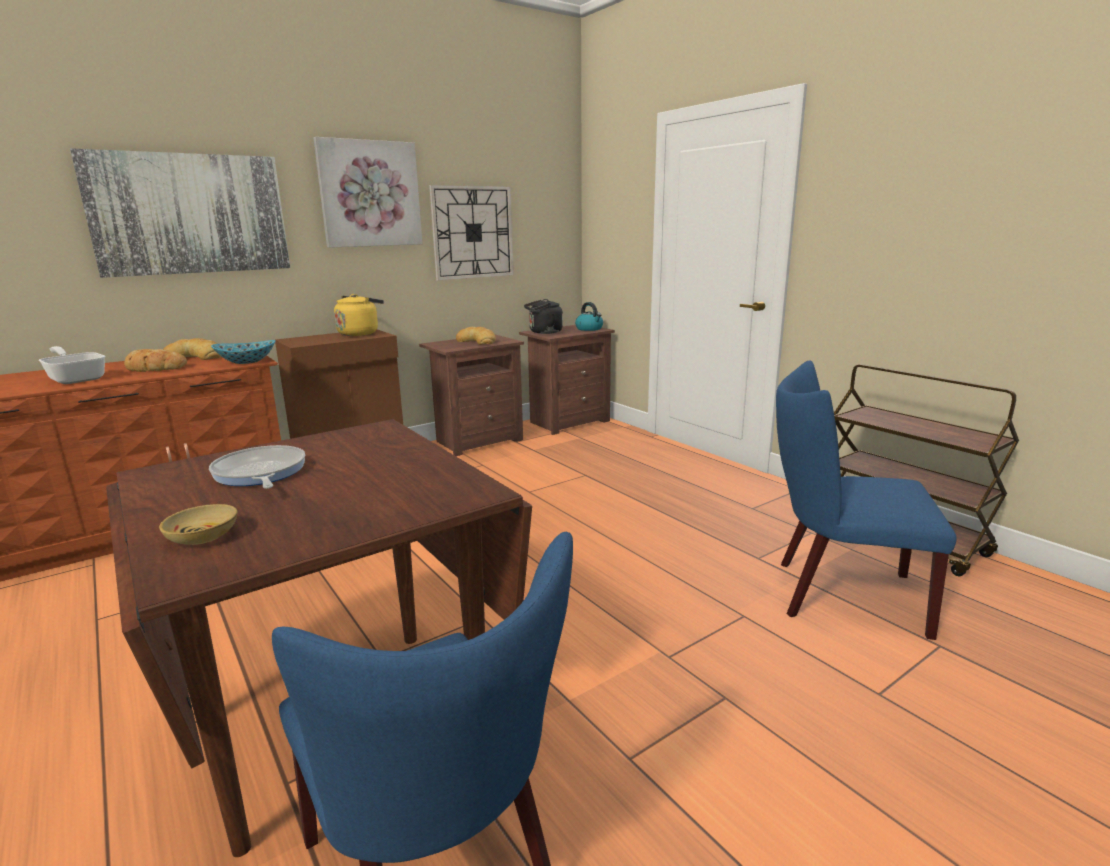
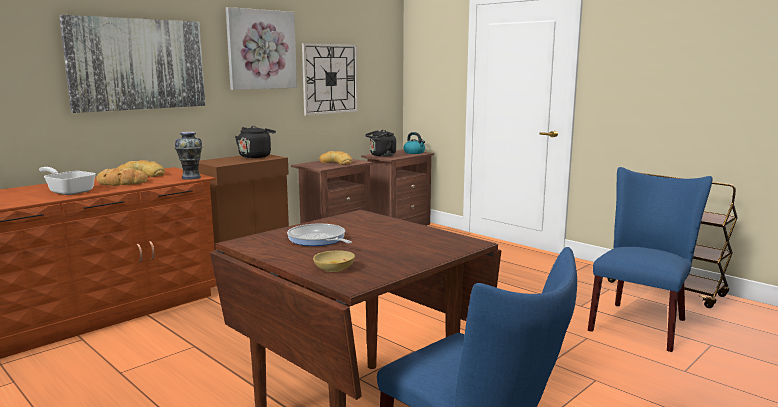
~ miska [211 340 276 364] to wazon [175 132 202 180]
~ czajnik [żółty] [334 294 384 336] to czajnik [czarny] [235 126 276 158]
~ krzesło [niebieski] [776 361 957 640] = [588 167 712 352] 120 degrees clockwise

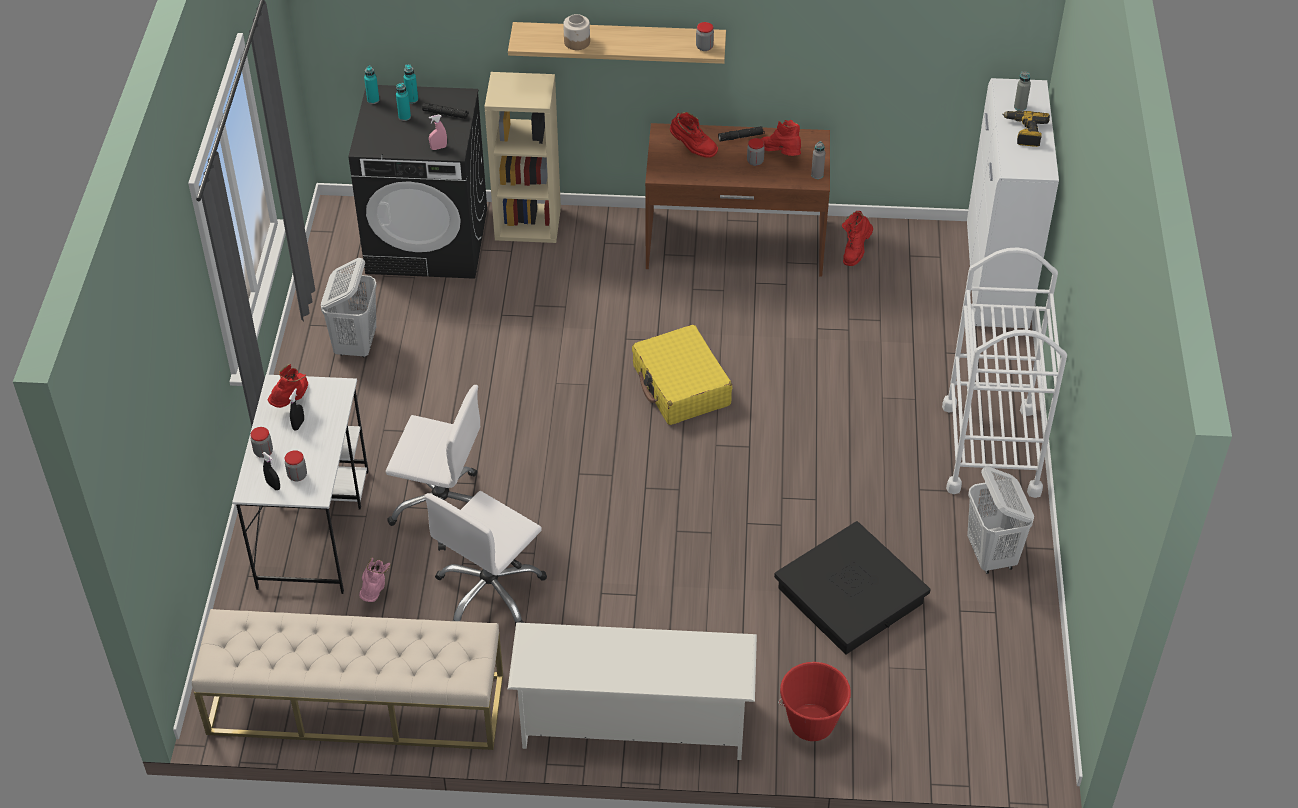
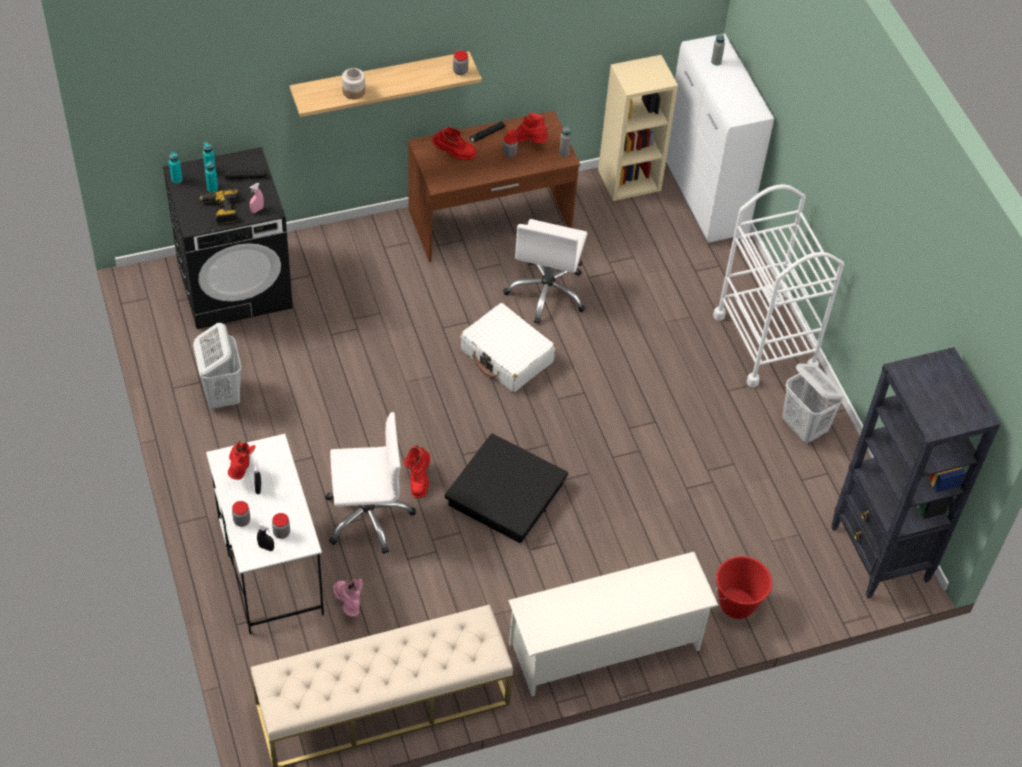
+ regał [czarny] [831 347 1000 598]
~ krzesło biurowe [biały] [424 491 547 625] to [504 219 587 324]
~ regał [beżowy] [484 72 561 243] to [598 55 678 201]
~ pojemnik do przechowywania [czarny] [774 521 931 655] to [445 433 568 543]
~ but z cholewką [czerwony] [842 211 873 266] to [403 445 430 498]
~ wiertarka [1002 110 1050 147] to [199 189 239 224]
~ walizka [żółty] [632 325 732 425] to walizka [biały] [460 303 555 392]

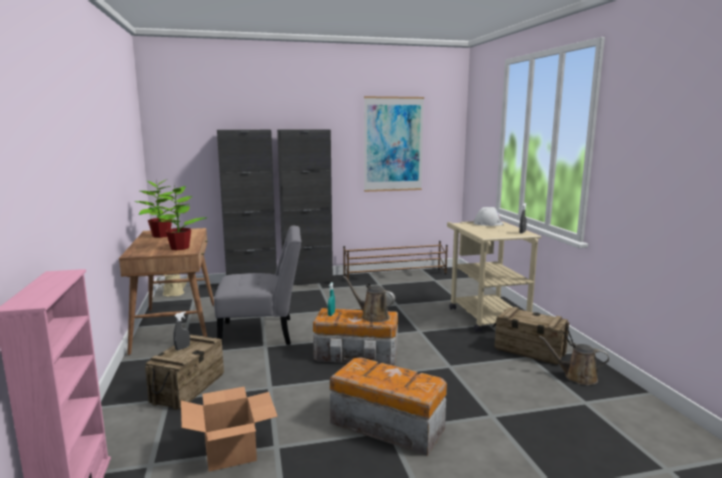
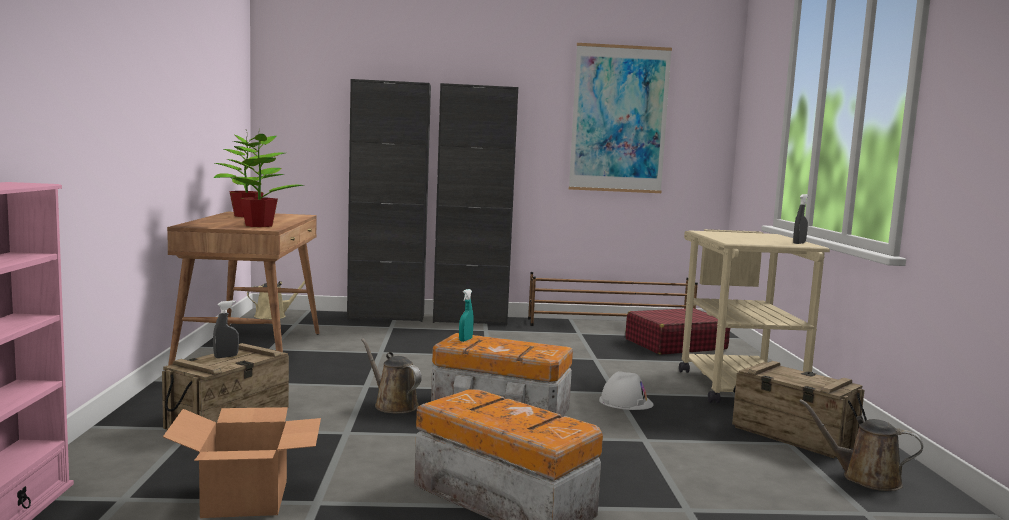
- krzesło [szary] [214 226 301 347]
+ walizka [czerwony] [625 308 731 355]
~ konewka [brązowy] [343 276 395 322] to [361 338 422 413]
~ kask [biały] [474 207 504 226] to [599 371 654 410]

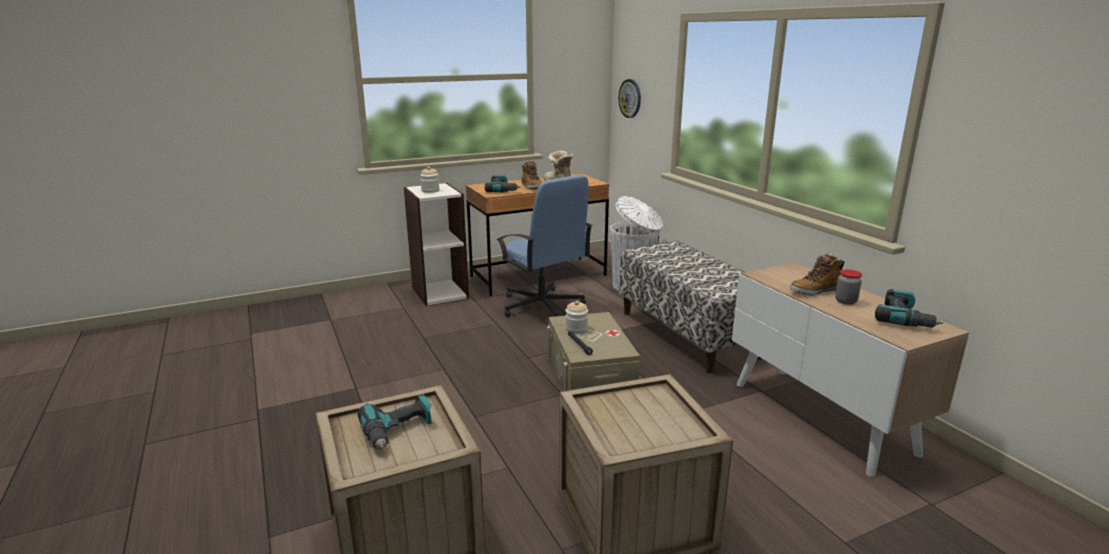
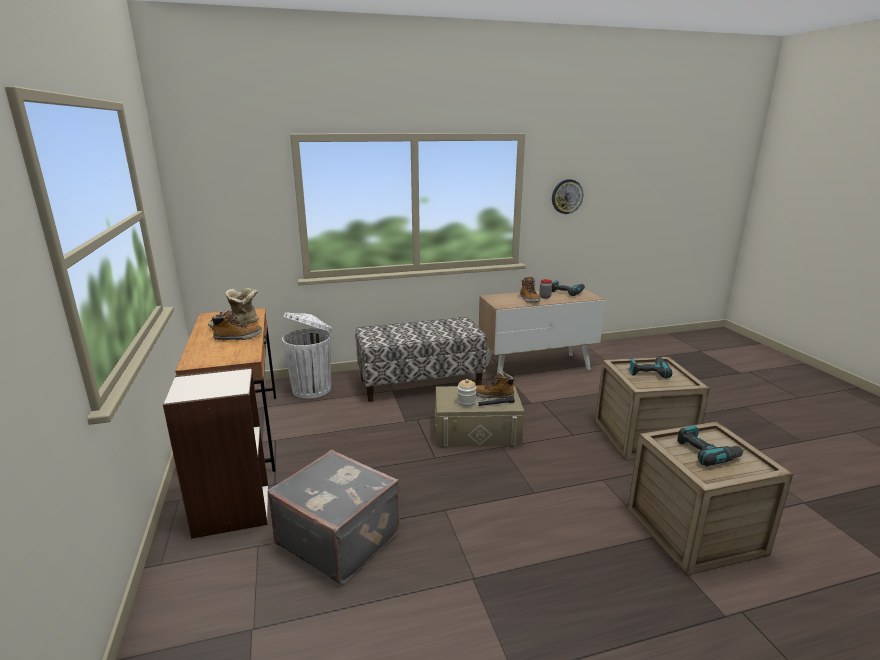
- słoik [420 166 440 193]
- krzesło biurowe [niebieski] [497 175 593 317]
+ walizka [szary] [268 450 400 585]
+ but z cholewką [476 371 514 399]
~ wiertarka [485 175 521 192] to [629 357 673 379]
~ zegar ścienny [618 79 641 118] to [552 179 583 214]

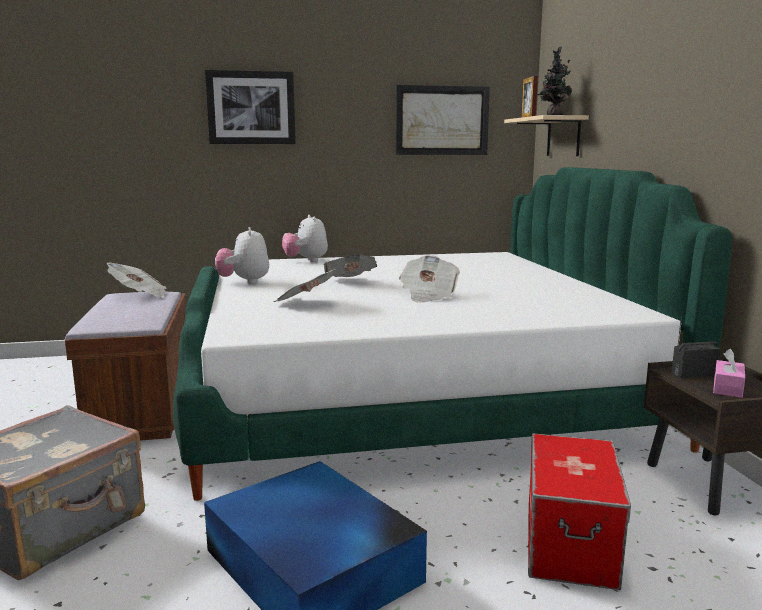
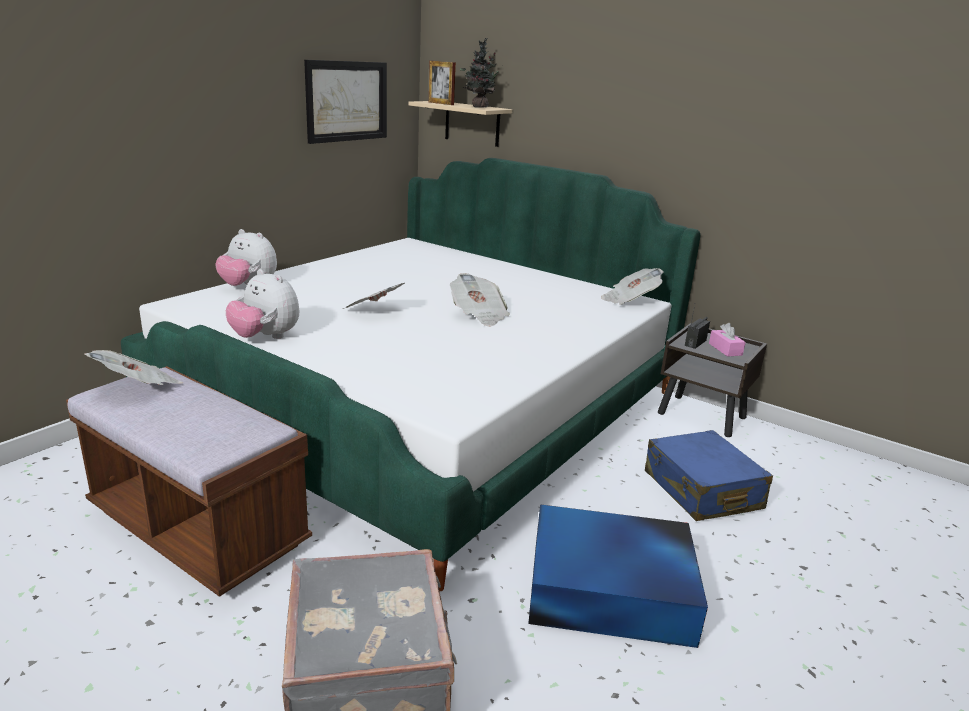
- obraz [205 70 296 144]
~ gazeta [274 269 339 302] to [601 268 664 305]
~ pojemnik do przechowywania [528 433 631 590] to walizka [niebieski] [645 430 773 521]

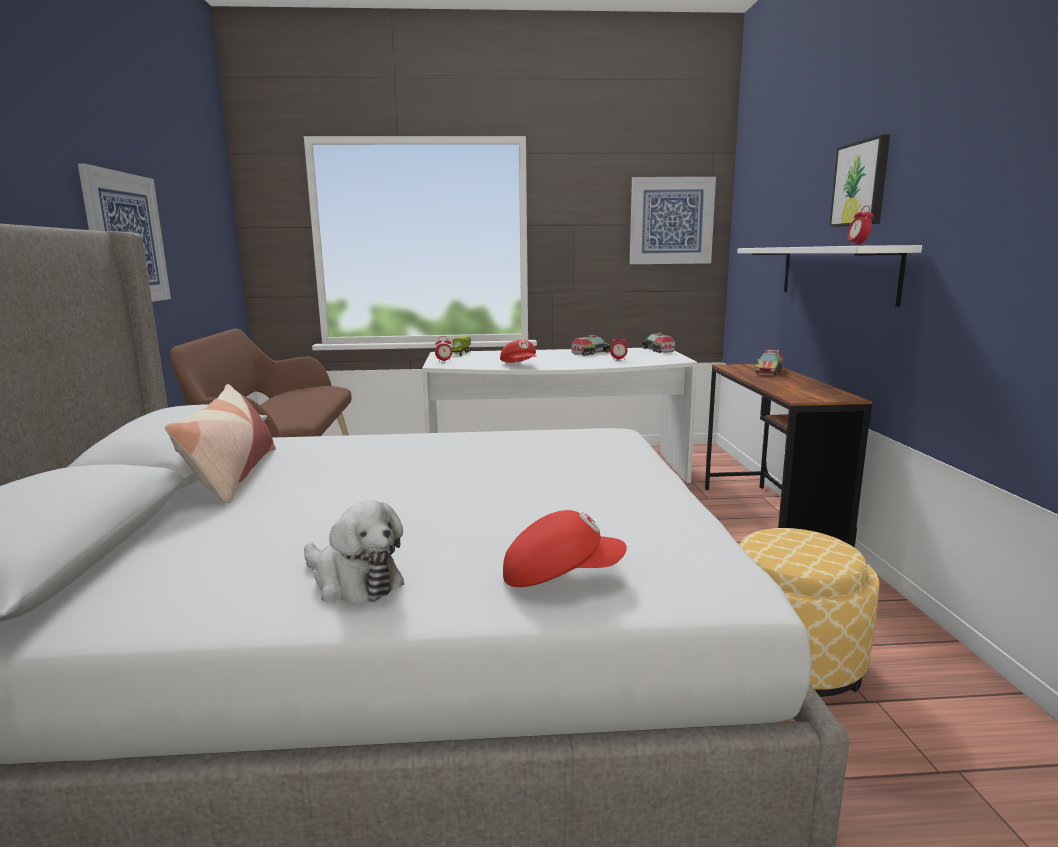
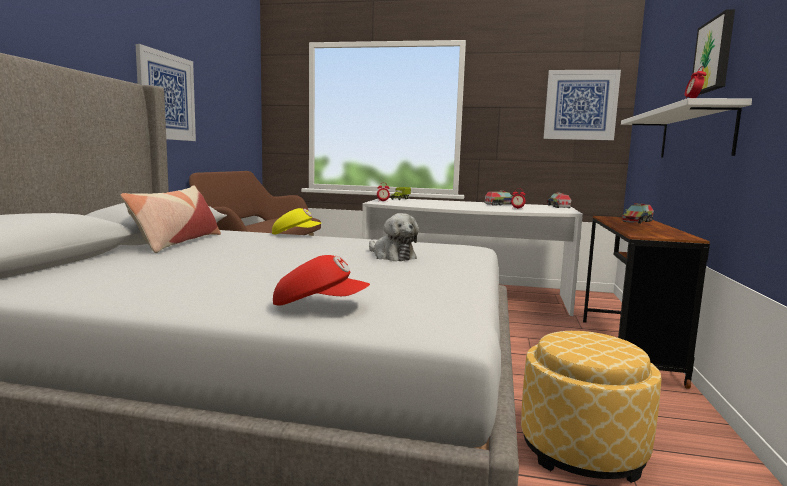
- czapka z daszkiem [czerwony] [500 340 536 363]
+ czapka z daszkiem [żółty] [272 208 321 235]
~ pluszak [304 501 404 604] to [369 213 419 261]

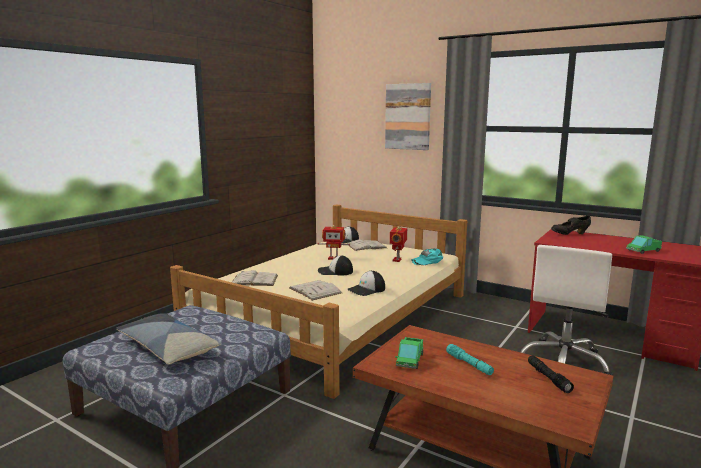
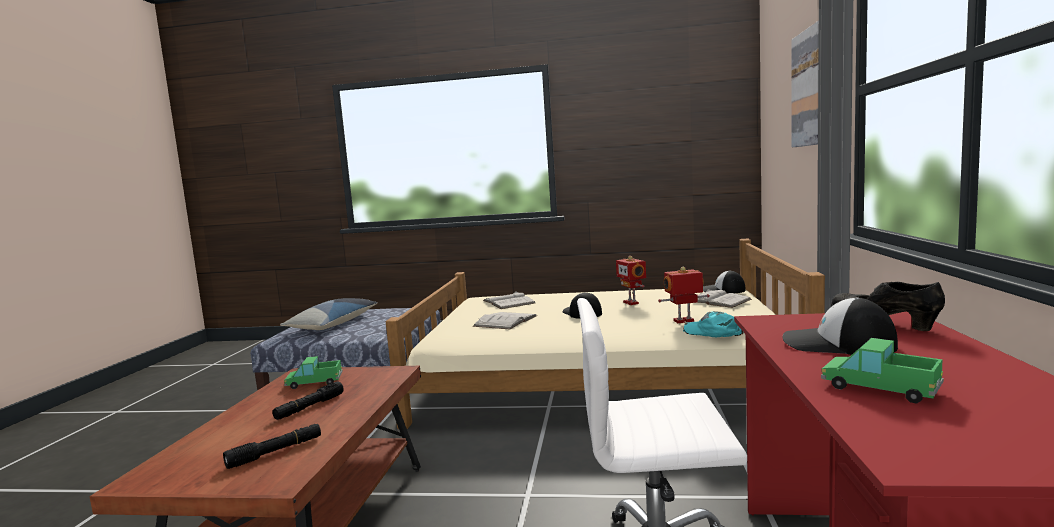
~ czapka z daszkiem [347 271 385 296] to [783 297 898 355]
~ latarka [turkusowy] [446 344 494 375] to latarka [czarny] [272 382 344 420]

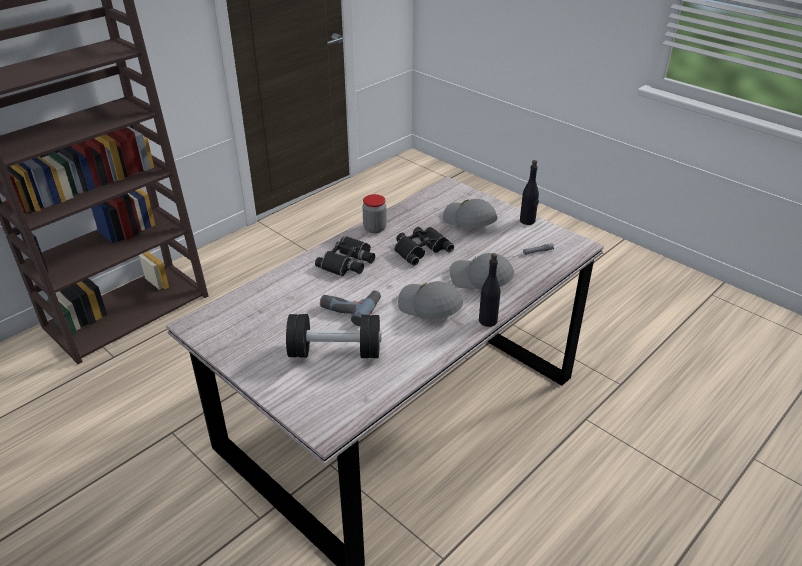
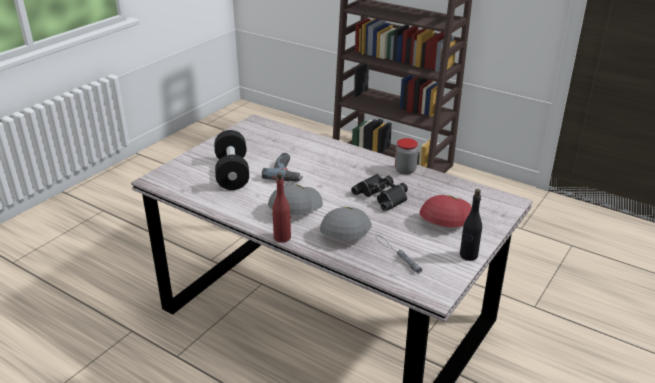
- lornetka [czarny] [315 236 375 276]
~ czapka z daszkiem [szary] [443 199 497 228] to czapka z daszkiem [czerwony] [419 195 472 227]
~ butelka [czarny] [479 253 500 327] to butelka [czerwony] [272 172 291 242]

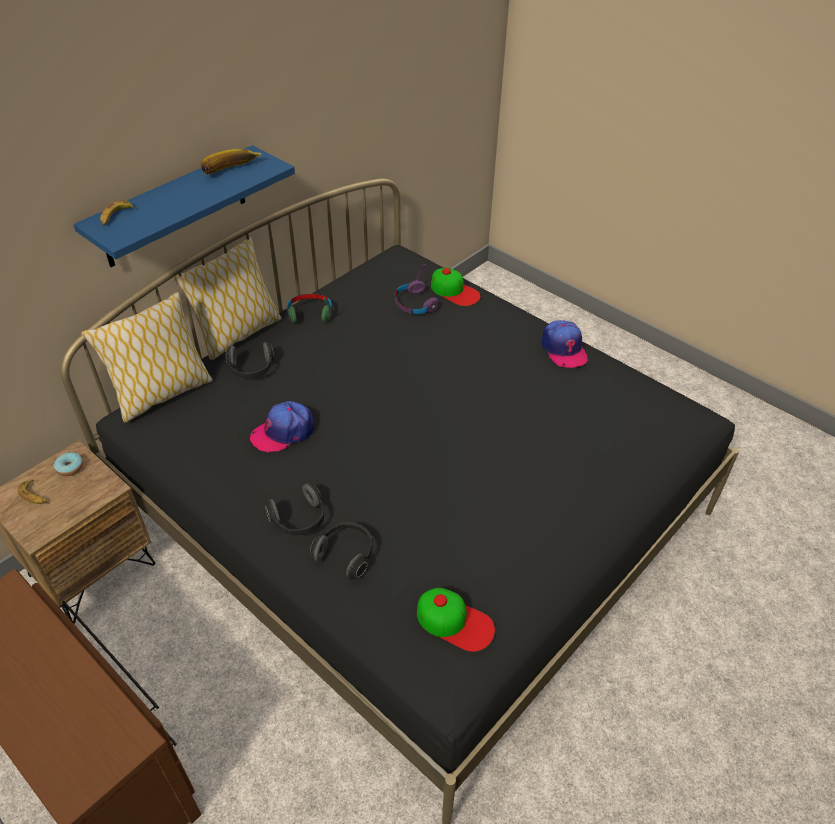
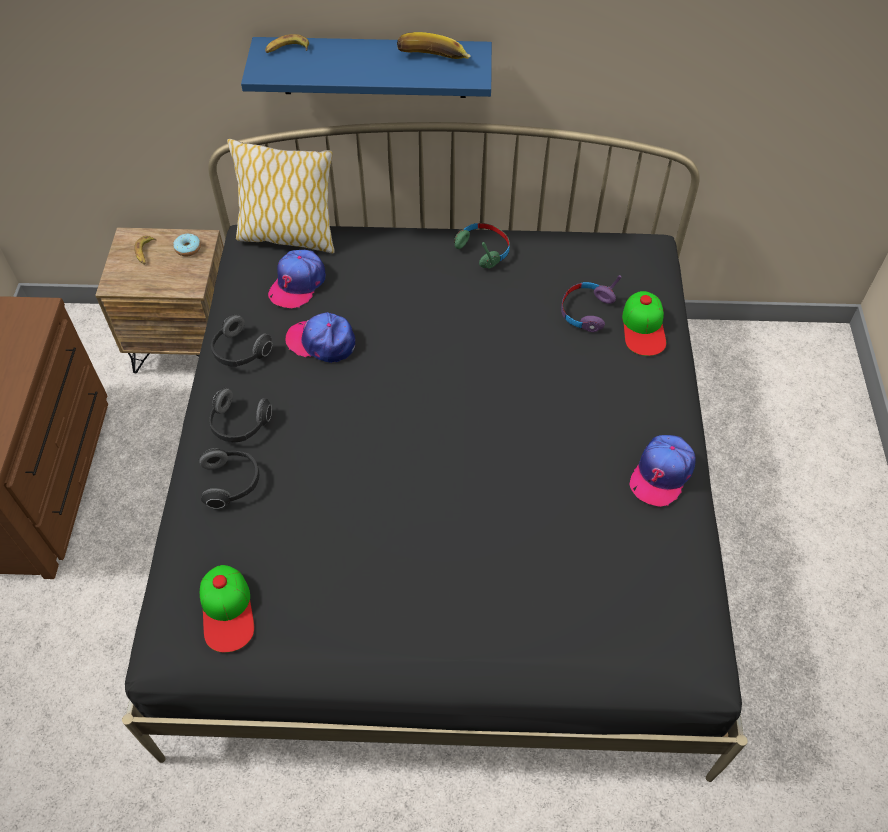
- poduszka [173 236 282 360]
+ czapka z daszkiem [268 250 326 308]
~ słuchawki [226 342 274 379] to [211 314 273 367]

